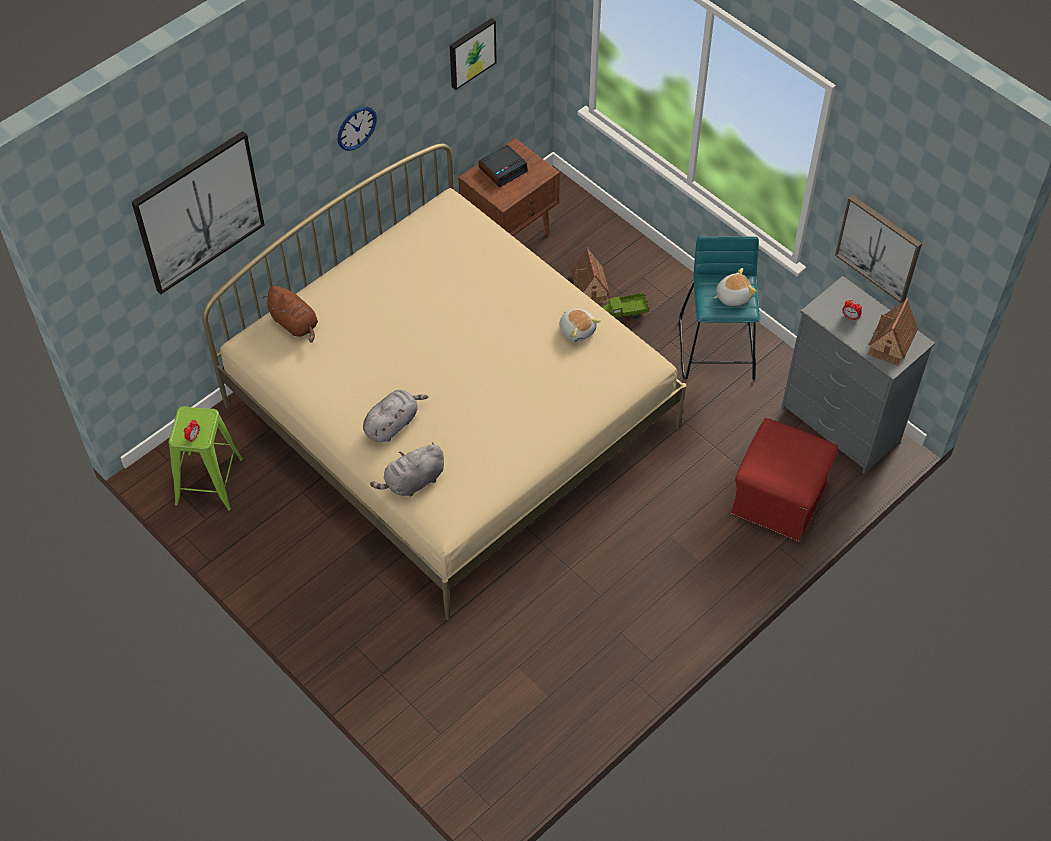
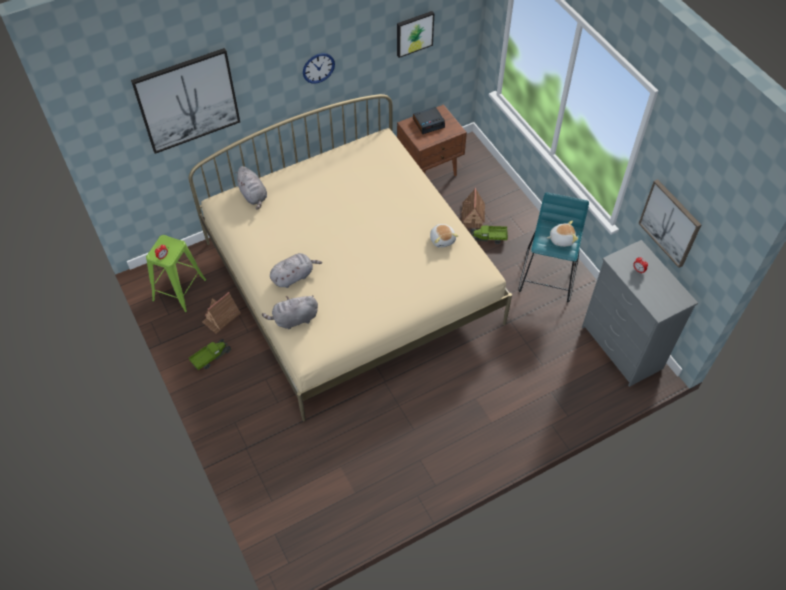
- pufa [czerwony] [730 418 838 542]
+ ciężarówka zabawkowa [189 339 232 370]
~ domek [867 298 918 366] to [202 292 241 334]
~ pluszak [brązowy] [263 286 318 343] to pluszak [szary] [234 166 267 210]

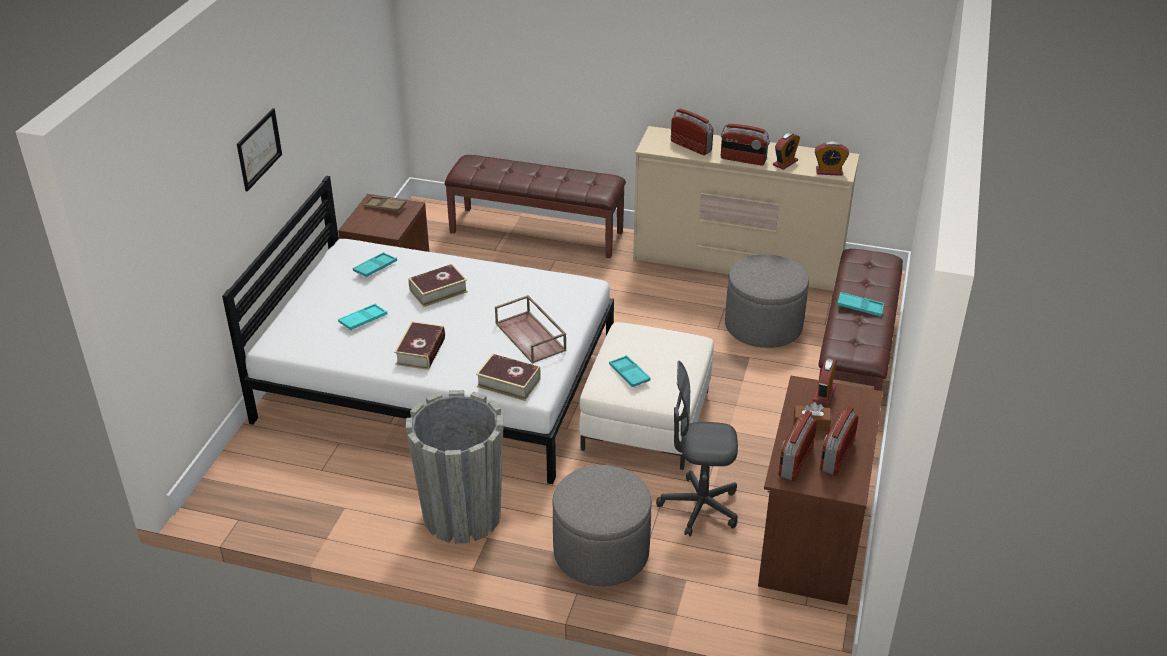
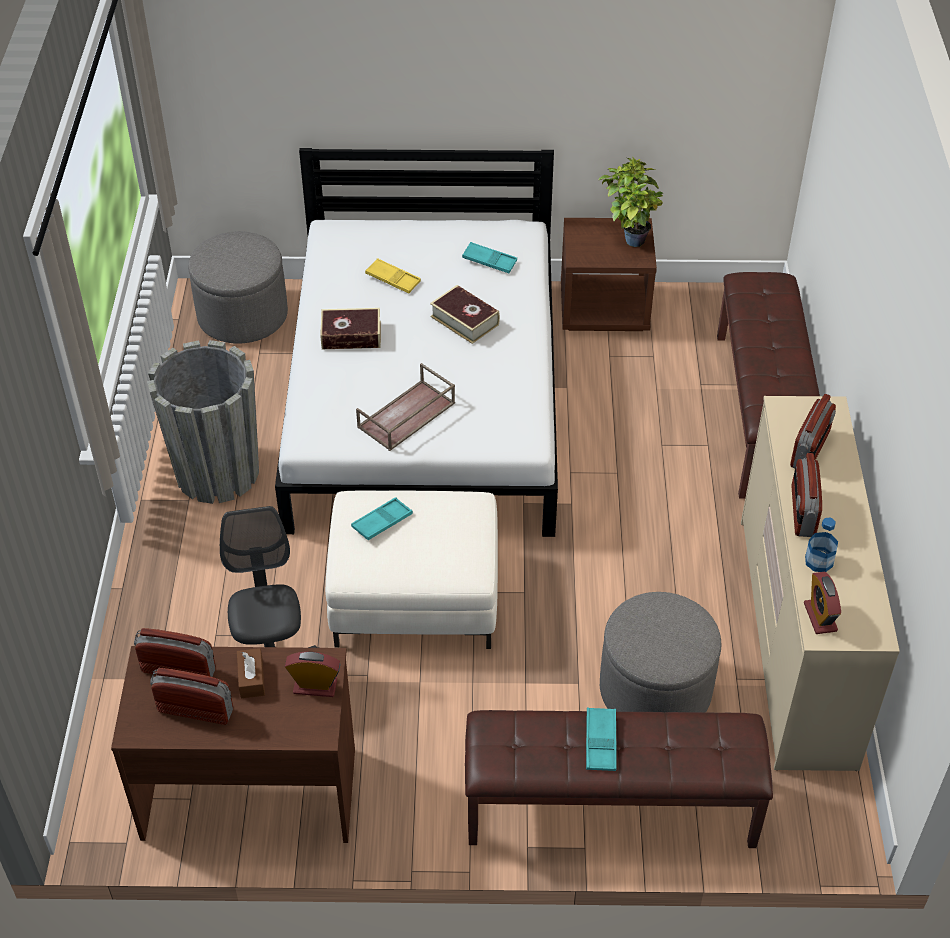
- obraz [237 108 282 191]
- książka [476 354 541 401]
~ pufa [szary] [552 465 652 586] to [188 231 288 344]
~ taca [brązowy] [363 196 407 212] to roślina doniczkowa [598 157 663 247]
~ budzik [773 132 800 170] to butelka [805 518 838 572]
~ taca [turkusowy] [338 304 387 330] to taca [żółty] [365 258 421 294]

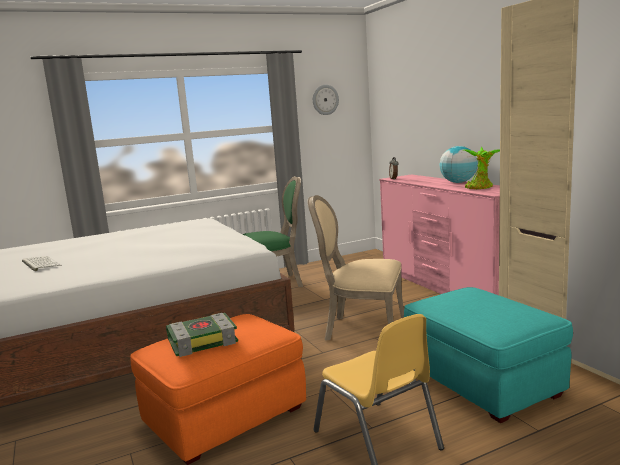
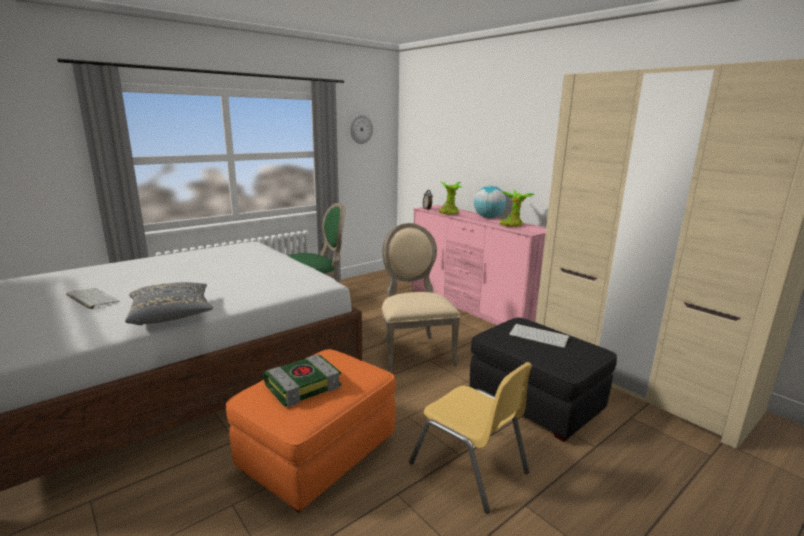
+ poduszka [szary] [125 282 213 325]
+ roślina doniczkowa [439 182 462 215]
+ klawiatura [509 324 569 348]
~ pufa [turkusowy] [404 287 573 423] to pufa [czarny] [470 318 617 442]
~ krzesło [beżowy] [307 195 404 341] = [382 223 461 373] 75 degrees clockwise

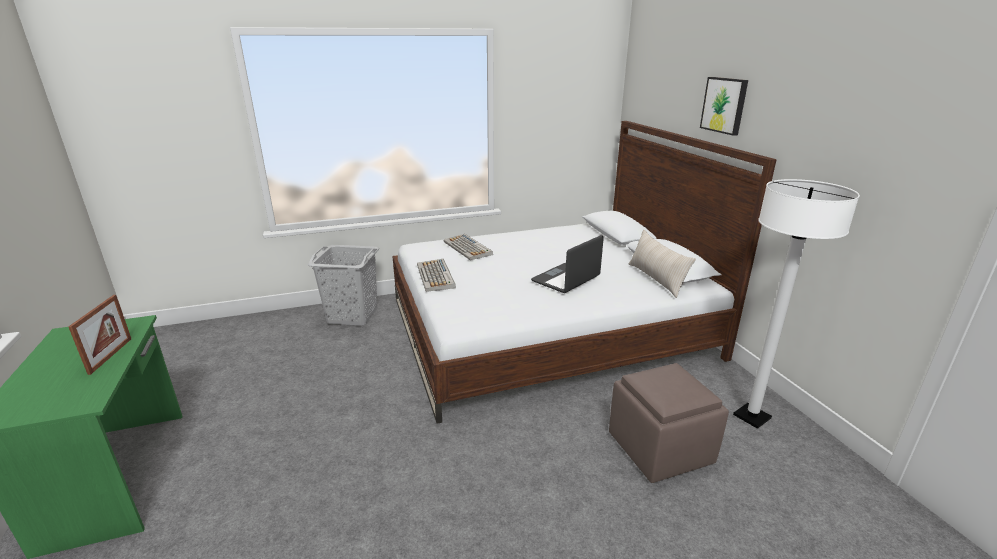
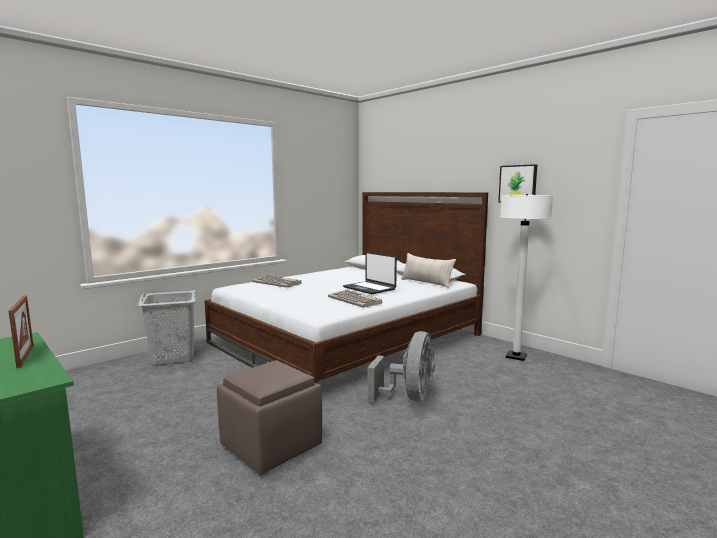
+ wentylator [szary] [367 331 435 403]
~ klawiatura [417 259 456 292] to [328 290 382 308]
~ pufa [brązowy] [609 363 729 483] to [217 360 322 475]
~ obraz [700 77 748 136] to [498 164 537 203]
~ laptop [531 235 604 293] = [343 252 397 294] 60 degrees counterclockwise

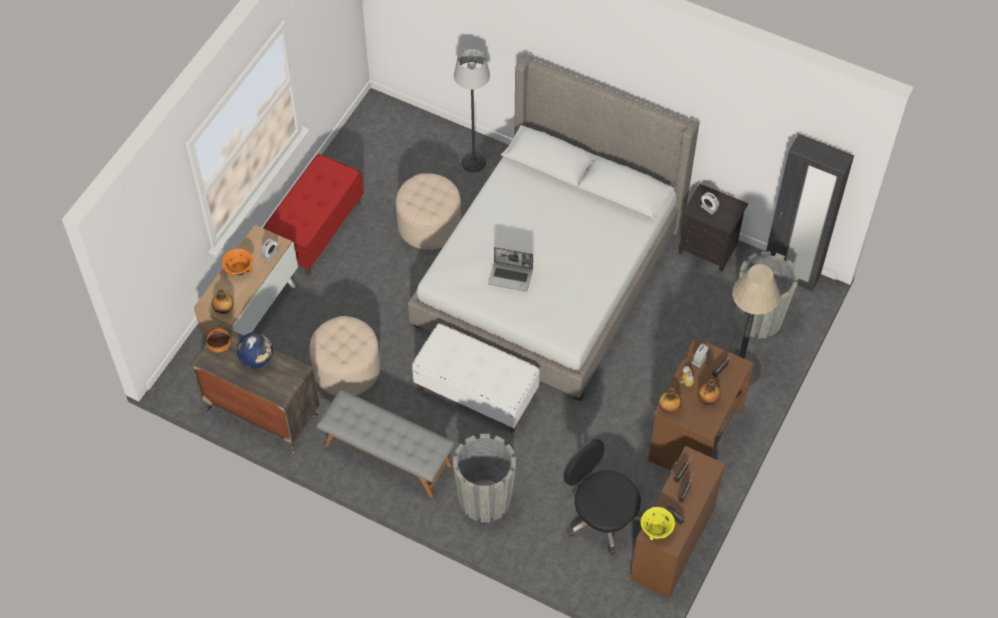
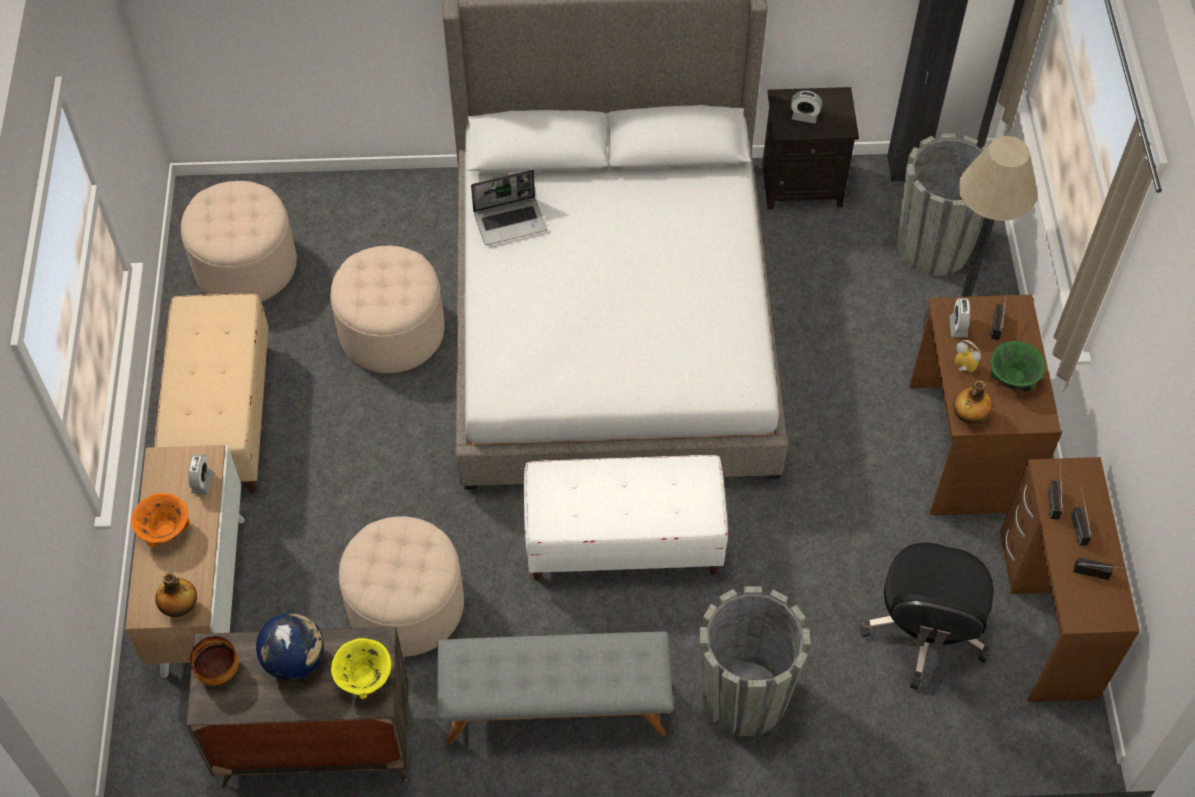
- lampa stojąca [454 48 490 172]
+ pufa [beżowy] [181 181 297 301]
~ laptop [488 247 533 292] to [471 170 547 245]
~ miska [żółty] [640 507 675 540] to [331 638 391 699]
~ butelka [698 379 721 406] to miska [zielony] [990 341 1045 392]
~ ławka [czerwony] [264 154 364 276] to ławka [beżowy] [155 294 268 493]
~ krzesło biurowe [czarny] [564 439 641 556] = [860 542 994 690] 90 degrees counterclockwise

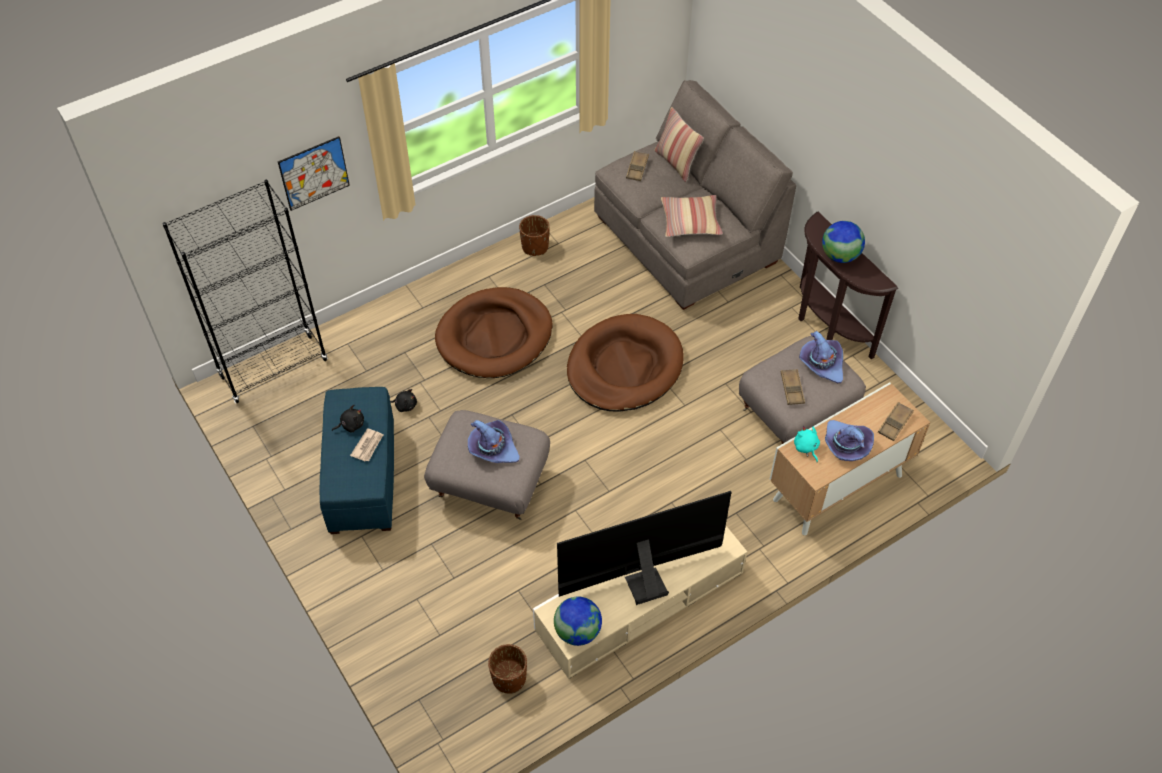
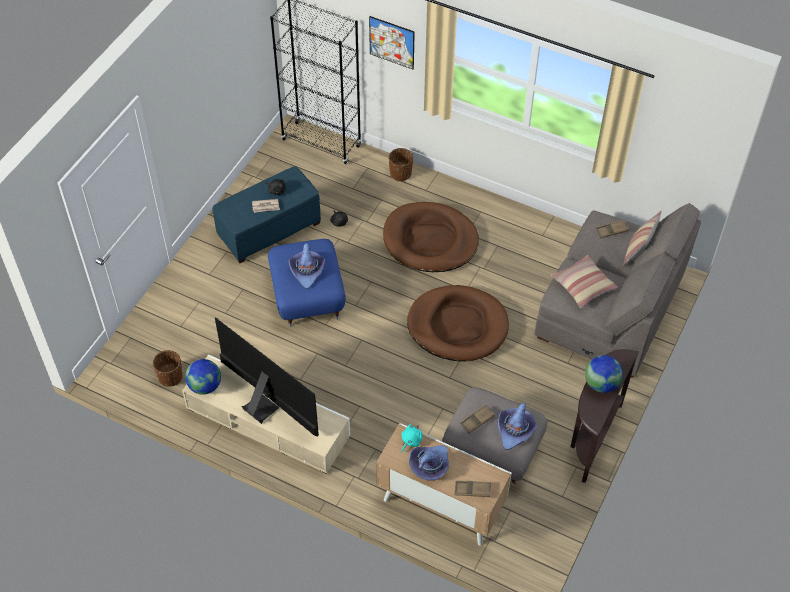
~ donica [brązowy] [519 215 550 256] to [389 148 413 181]
~ pufa [szary] [424 410 550 520] to pufa [niebieski] [268 239 346 327]

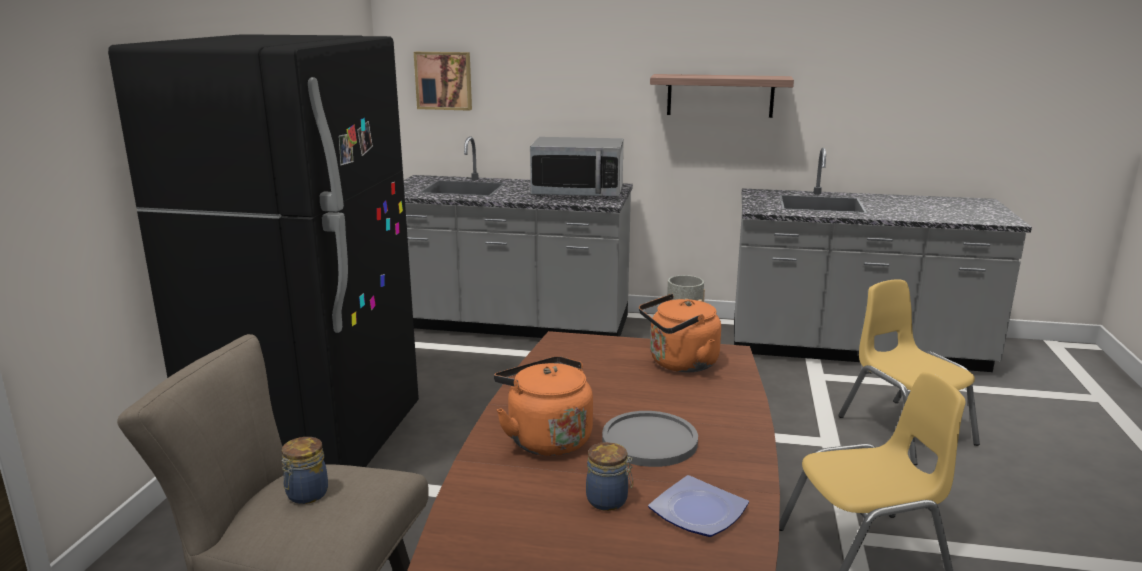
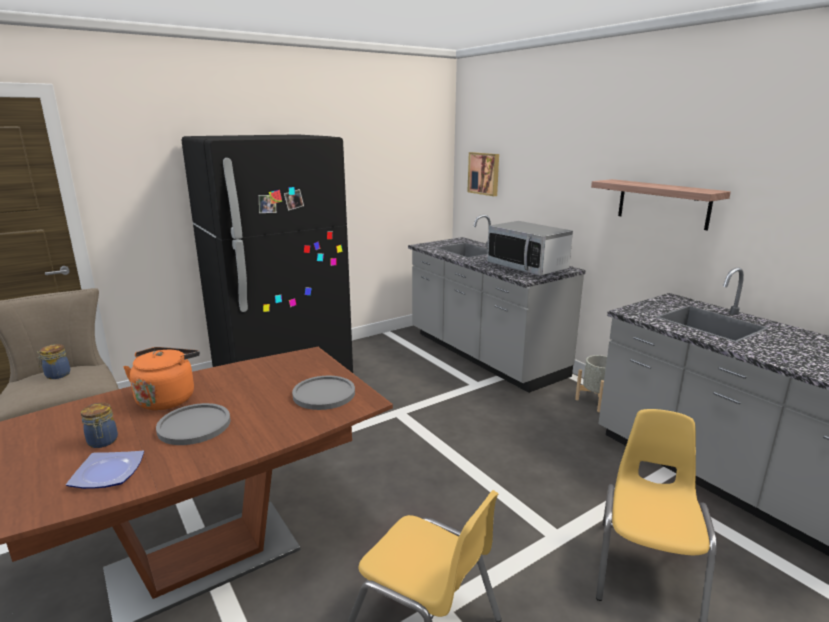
~ czajnik [pomarańczowy] [639 294 721 372] to talerz [szary] [292 376 355 410]

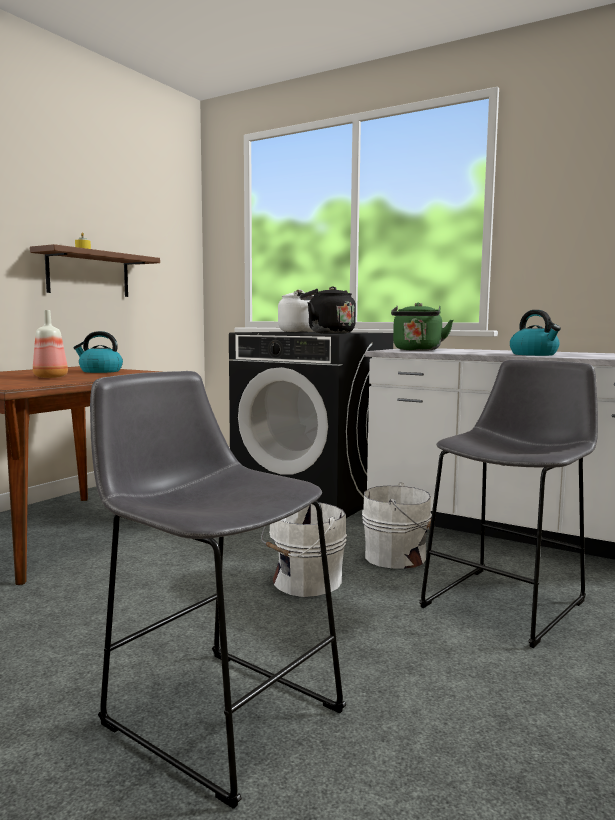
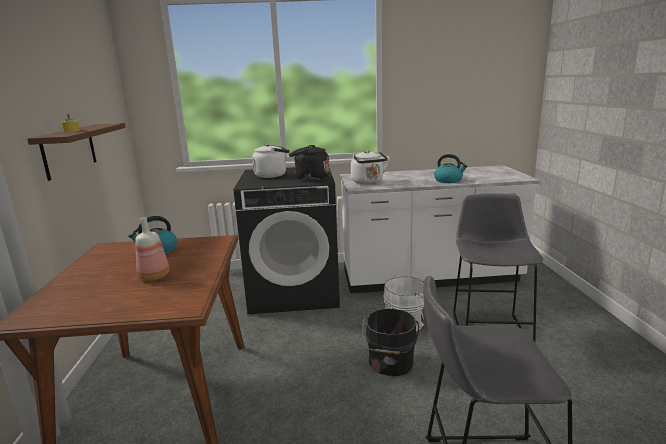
~ wiadro [biały] [261 503 347 597] to wiadro [czarny] [362 309 419 376]
~ czajnik [zielony] [391 303 453 351] to czajnik [biały] [351 150 388 184]

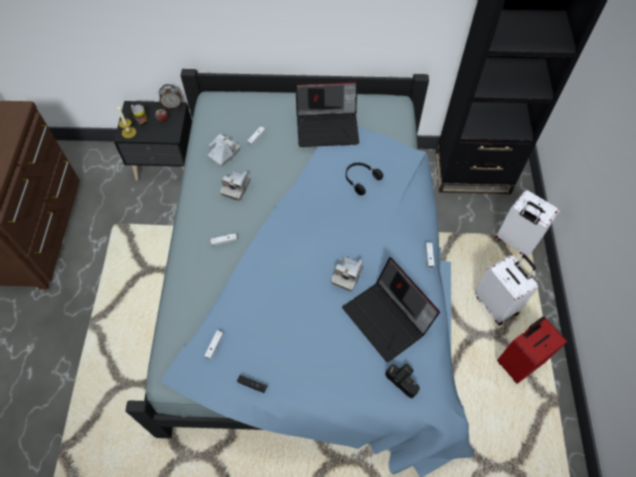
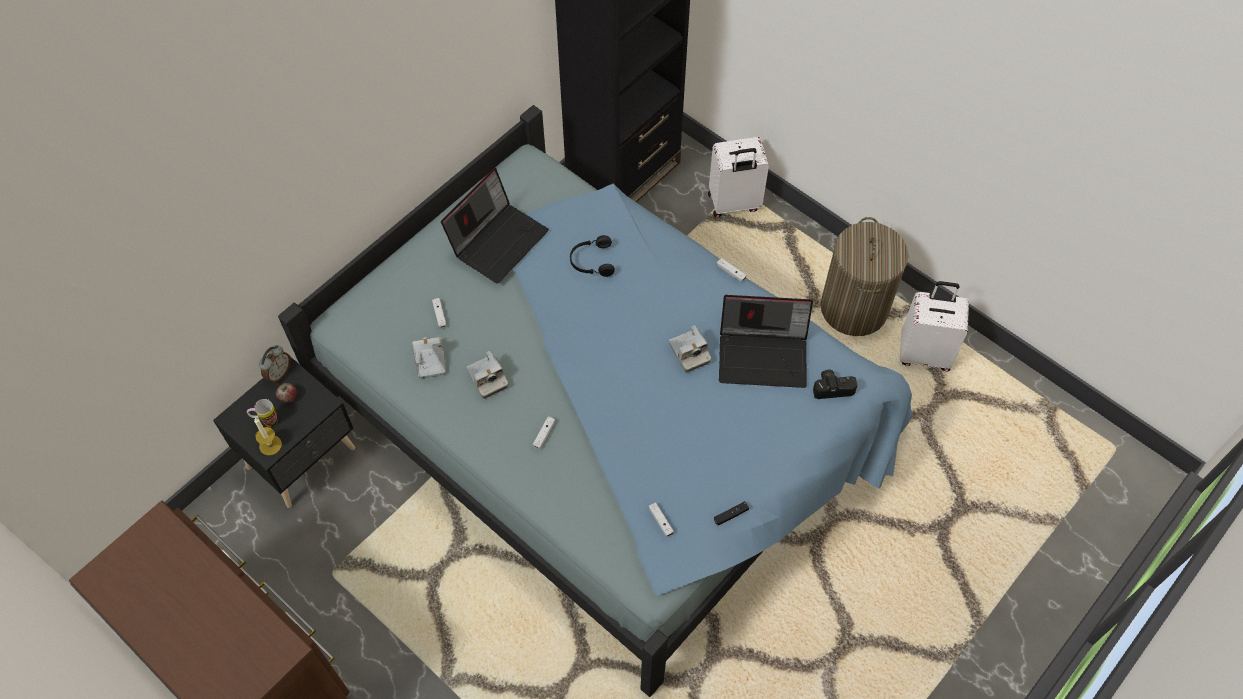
~ walizka [biały] [475 255 538 325] to [899 281 969 371]
~ walizka [czerwony] [497 317 567 384] to kosz na pranie [820 217 909 336]

